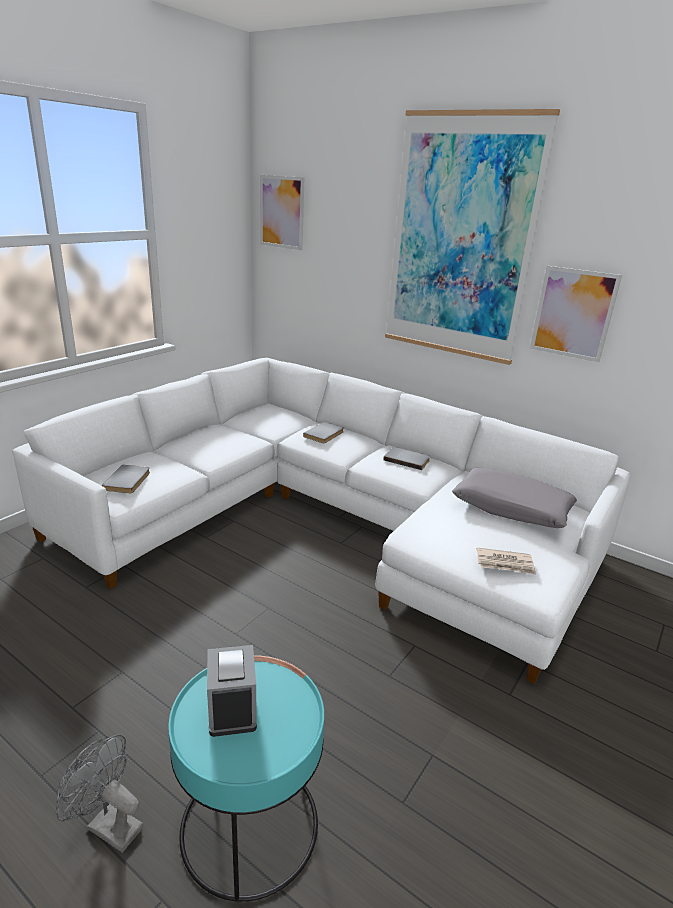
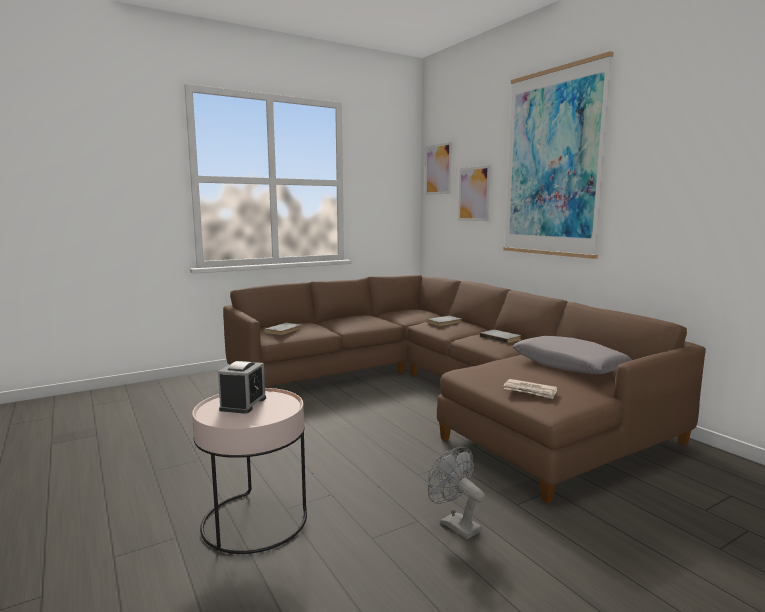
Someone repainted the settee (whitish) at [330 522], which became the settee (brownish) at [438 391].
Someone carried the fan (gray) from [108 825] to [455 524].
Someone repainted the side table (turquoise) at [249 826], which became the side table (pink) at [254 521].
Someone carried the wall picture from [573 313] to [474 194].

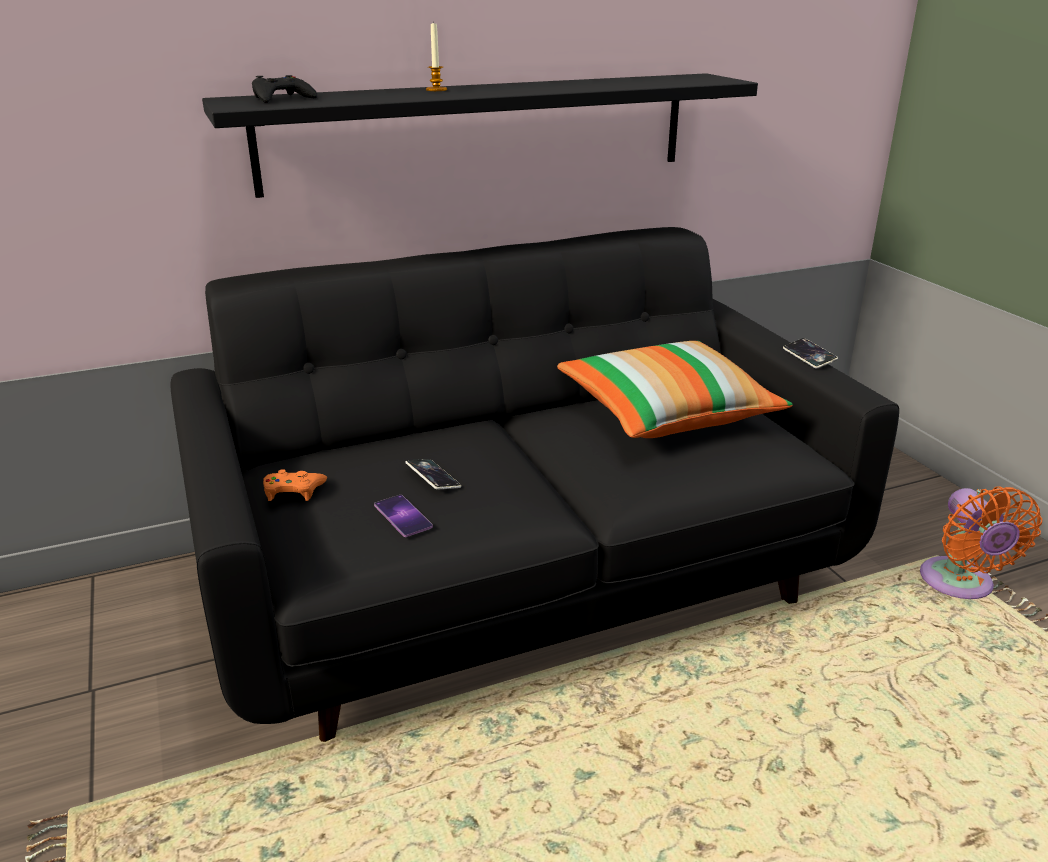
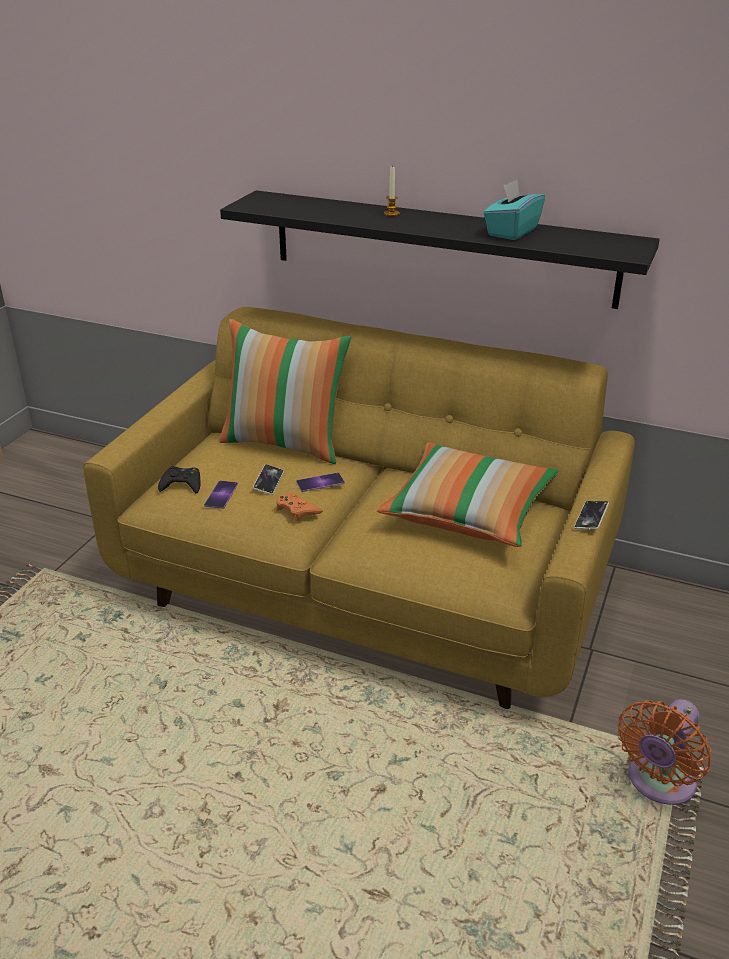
Someone repainted the settee (black-coloured) at [524 578], which became the settee (yellow-coloured) at [366 587].
Someone carried the joypad (black-coloured) from [282 98] to [182 484].
Someone carried the joypad (orange) from [293 491] to [297 510].
Someone put down the pillow at [285 443].
Someone put down the telephone at [320 482].
Someone put down the box of tissues (turquoise) at [511 232].

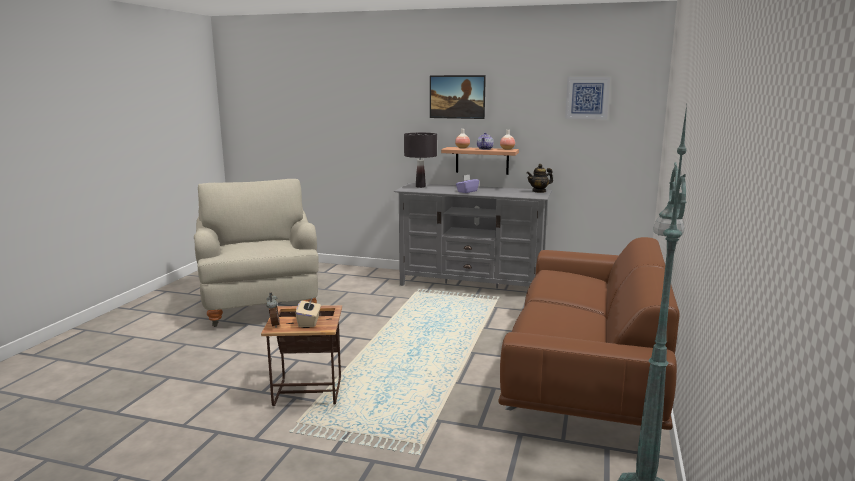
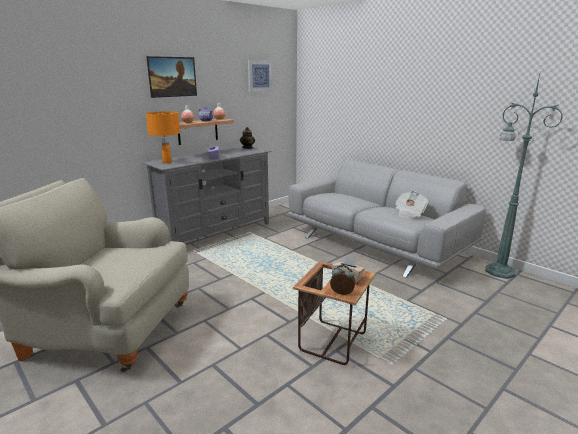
Someone repainted the lamp for a table (black-coloured) at [420 186], which became the lamp for a table (orange) at [167 162].
Someone repainted the settee (brownish) at [585 370], which became the settee (gray) at [375 243].
Someone put down the daily paper at [409 213].

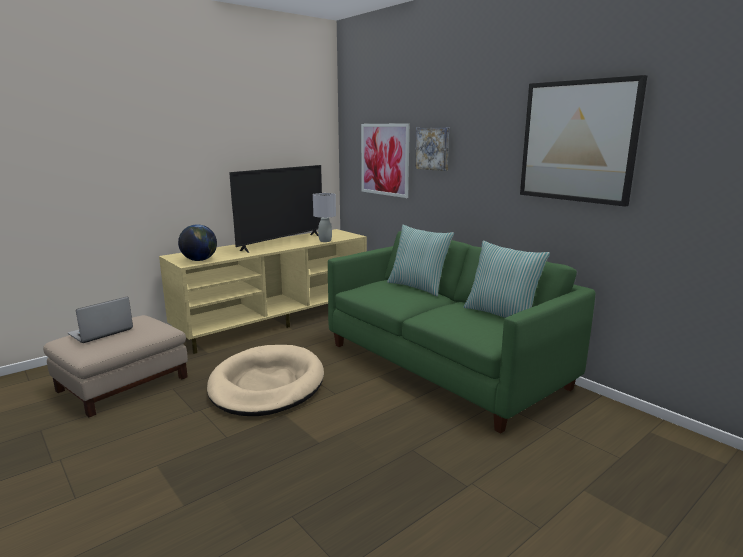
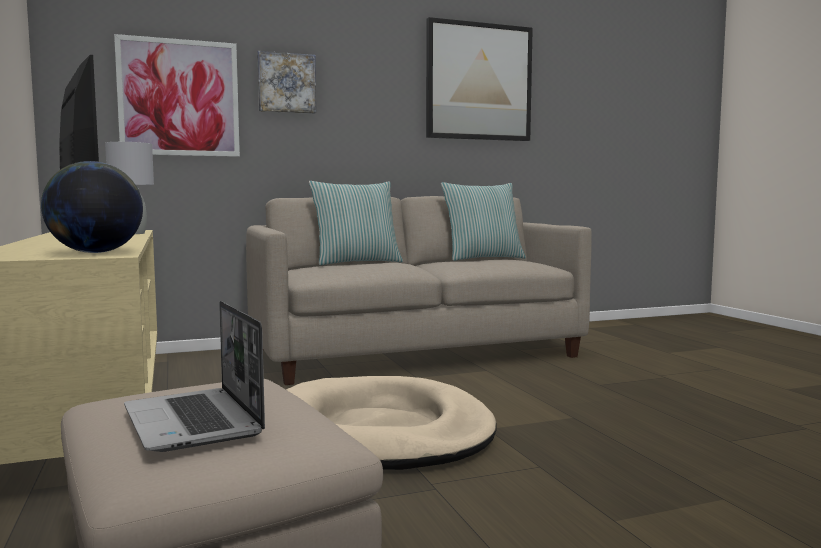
Someone repainted the settee (green-coloured) at [443 365], which became the settee (beige-coloured) at [415 352].

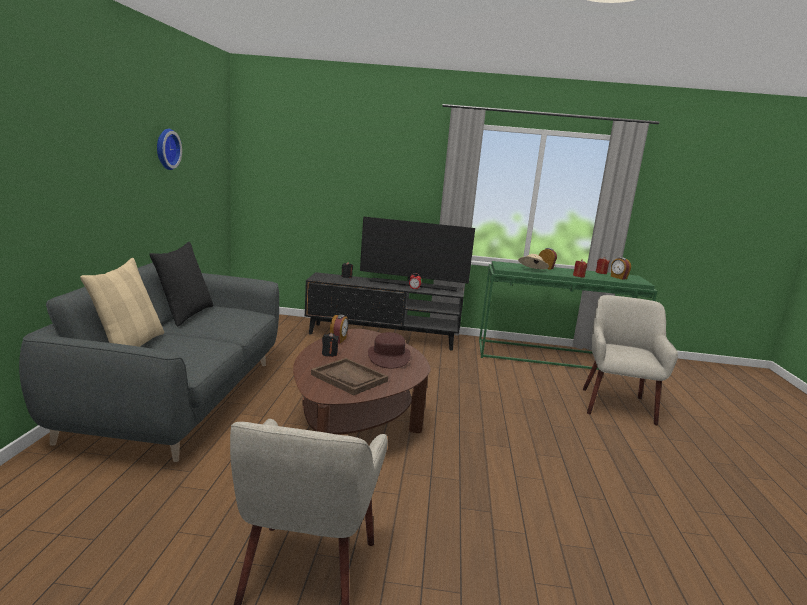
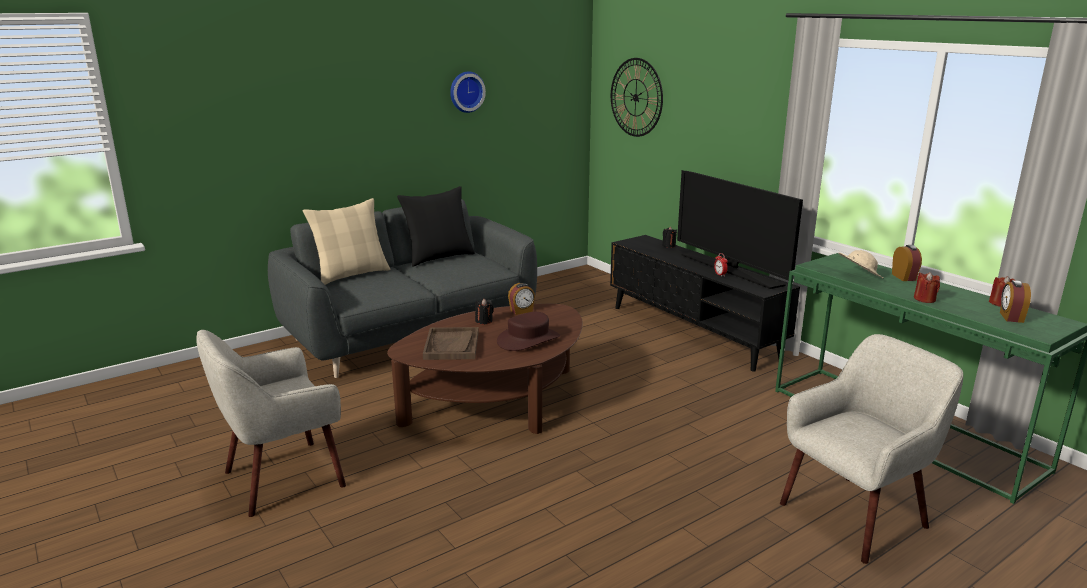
Someone put up the hanging clock at [636 97].

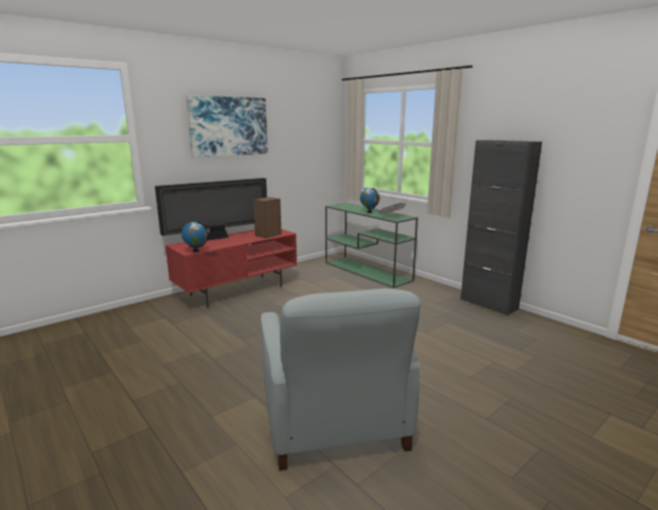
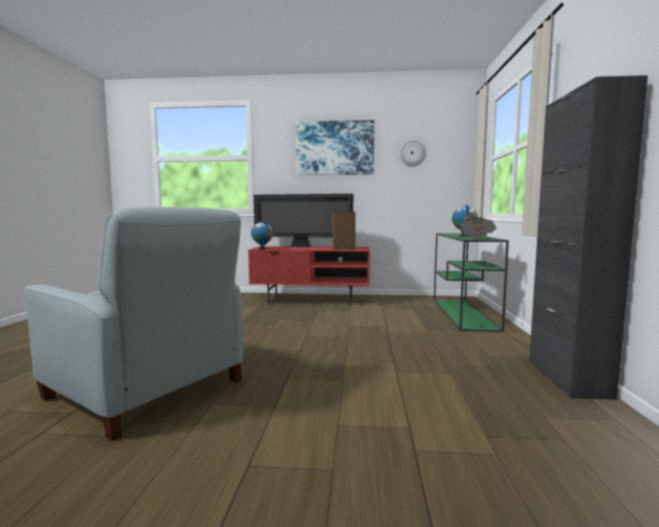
Someone rotated the lounge chair (gray) at [334 421] by 90 degrees counterclockwise.
Someone put up the hanging clock at [412 153].

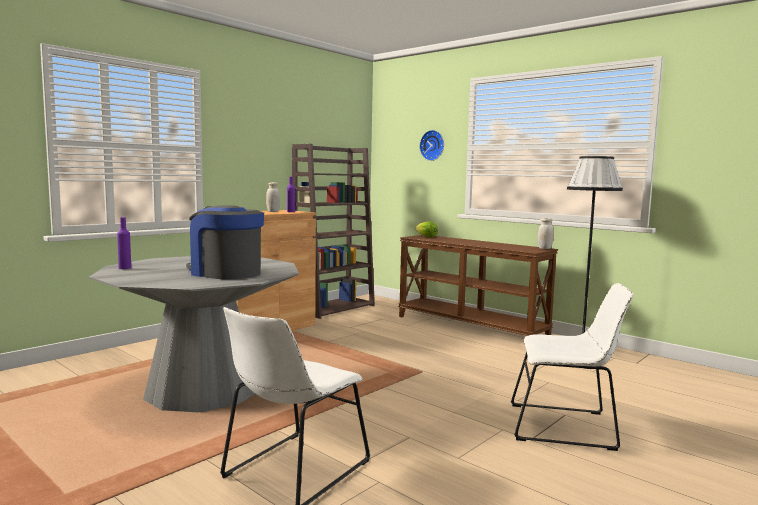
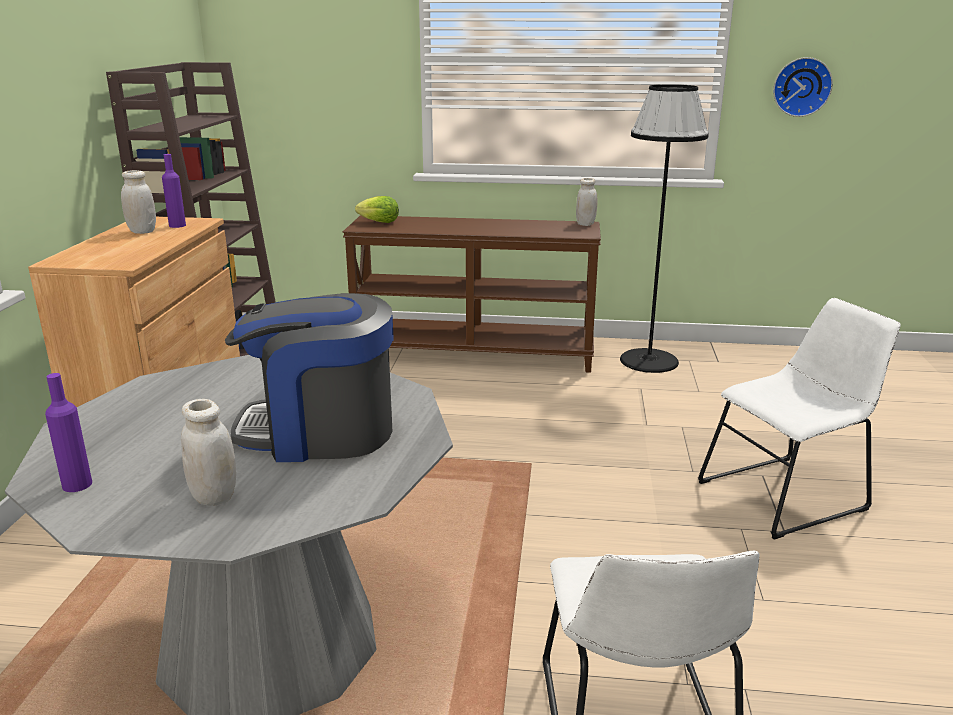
Someone carried the hanging clock from [433 145] to [801 87].
Someone put down the preserve jar (whitish) at [214 496].

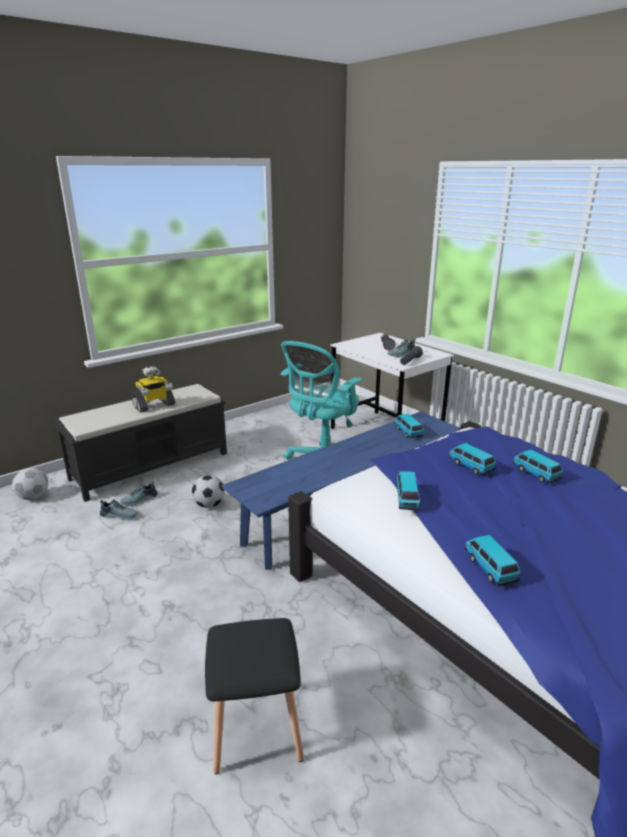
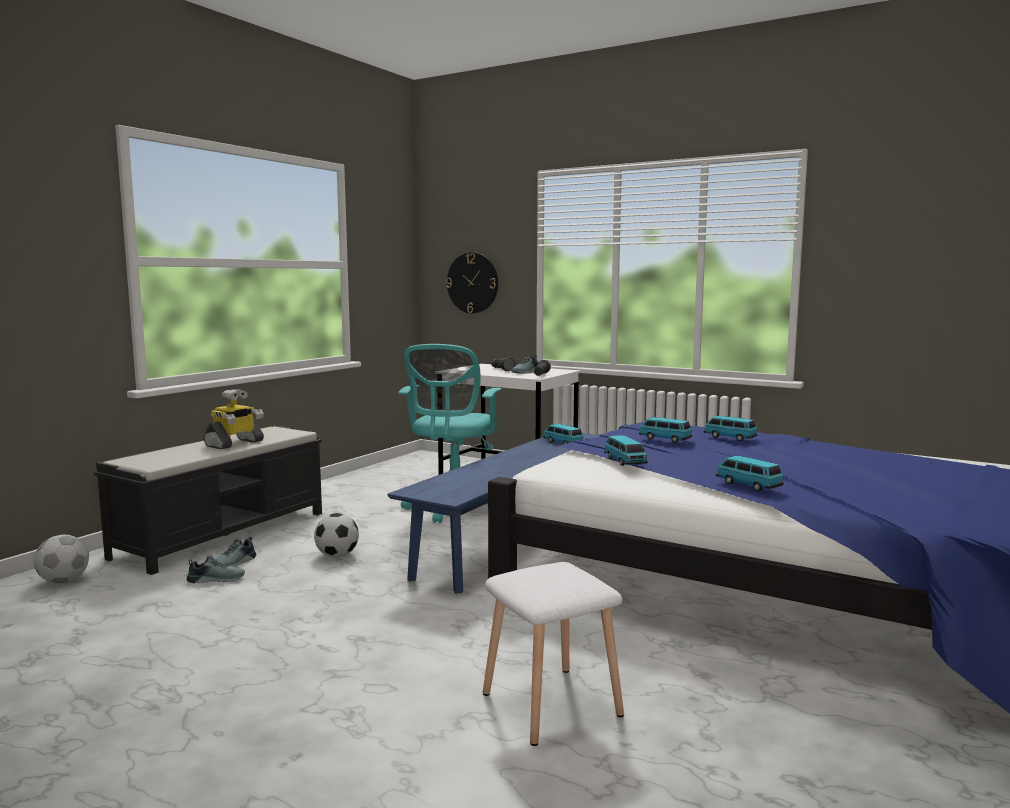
Someone repainted the sitting stool (black-coloured) at [255 728], which became the sitting stool (whitish) at [550 705].
Someone put up the hanging clock at [472 283].

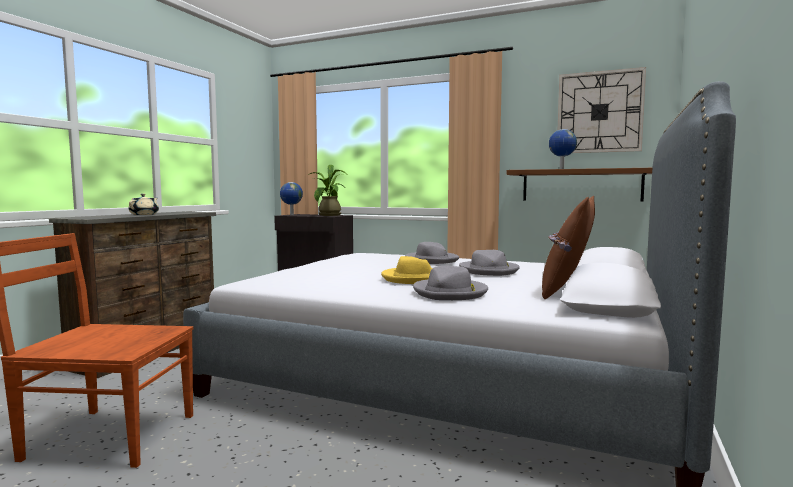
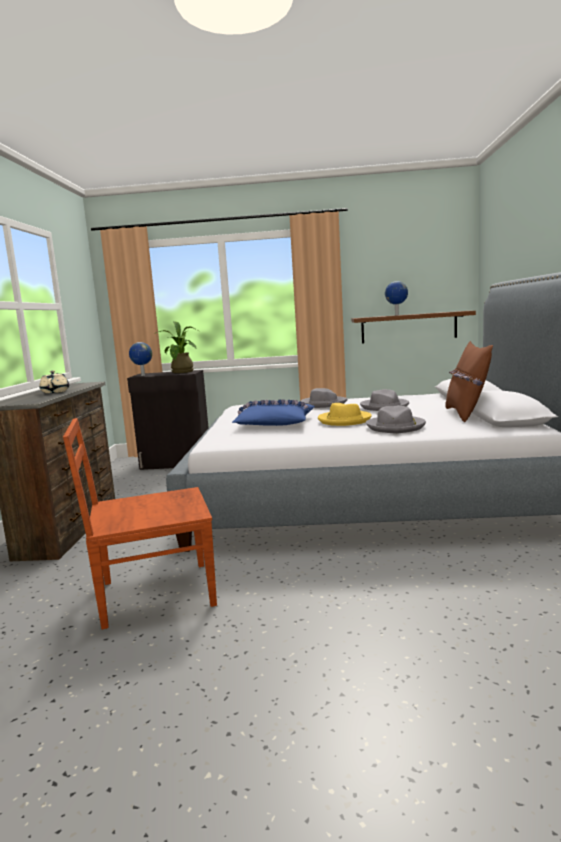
Someone took away the hanging clock at [599 112].
Someone put down the pillow (bluish) at [275 423].

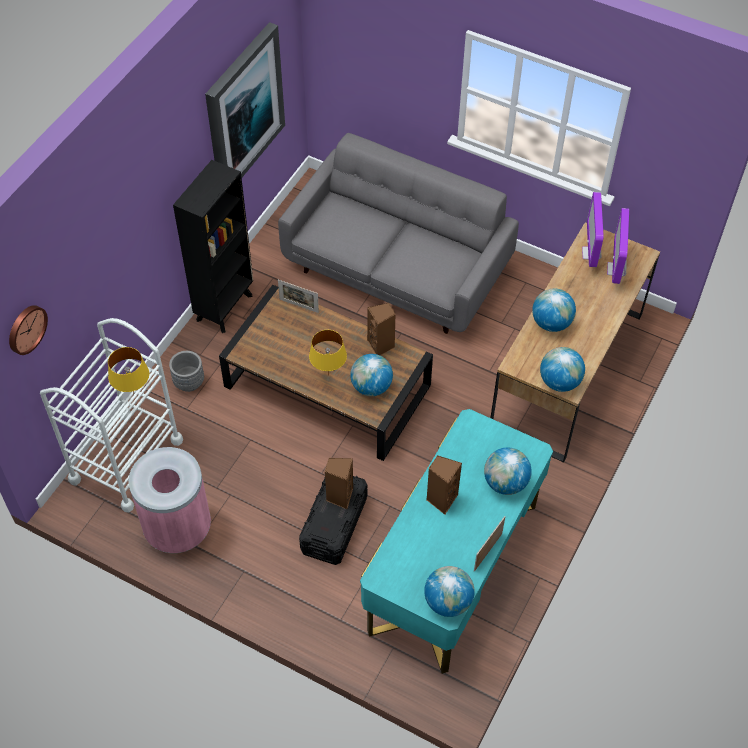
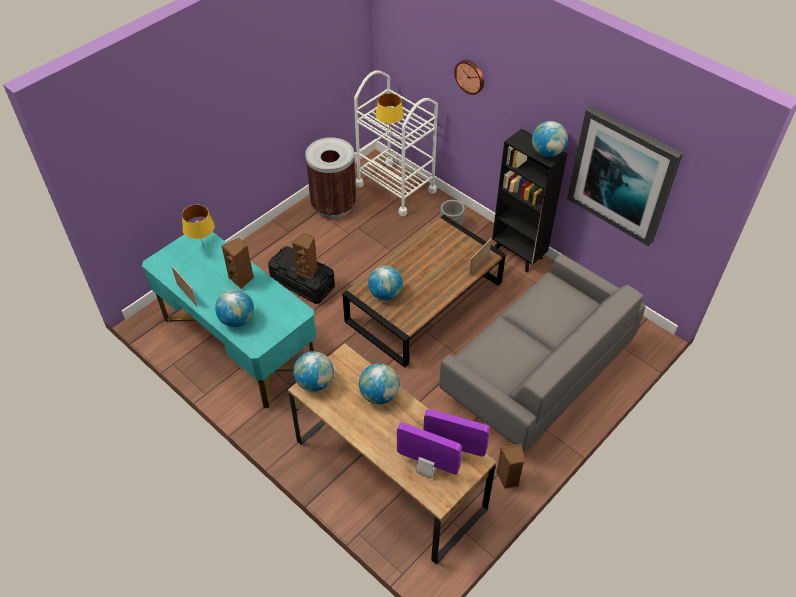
Someone carried the hanging clock from [26 329] to [470 76].
Someone repainted the rubbish bin (pink) at [178 529], which became the rubbish bin (brownish) at [333 205].
Someone carried the lamp for a table (yellow-coloured) from [328 375] to [203 247].
Someone carried the audio speaker (brownish) from [381 345] to [508 479].
Someone carried the desk globe from [448 601] to [547 152].

